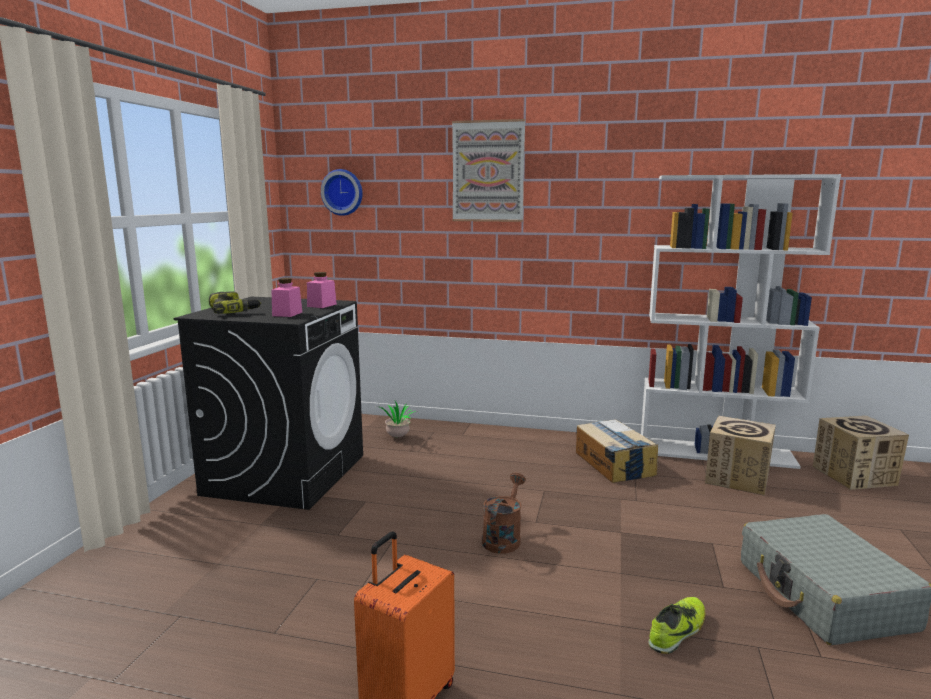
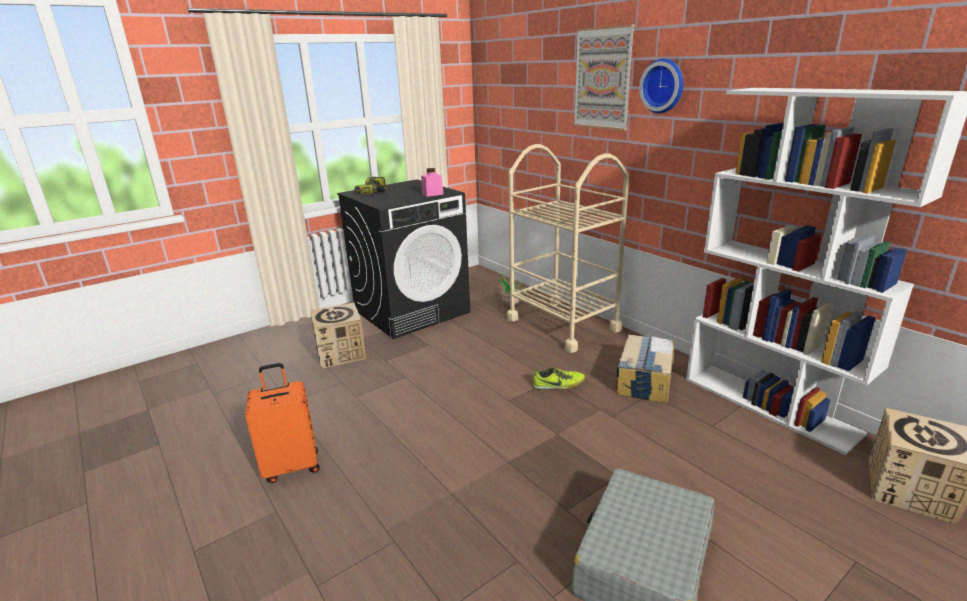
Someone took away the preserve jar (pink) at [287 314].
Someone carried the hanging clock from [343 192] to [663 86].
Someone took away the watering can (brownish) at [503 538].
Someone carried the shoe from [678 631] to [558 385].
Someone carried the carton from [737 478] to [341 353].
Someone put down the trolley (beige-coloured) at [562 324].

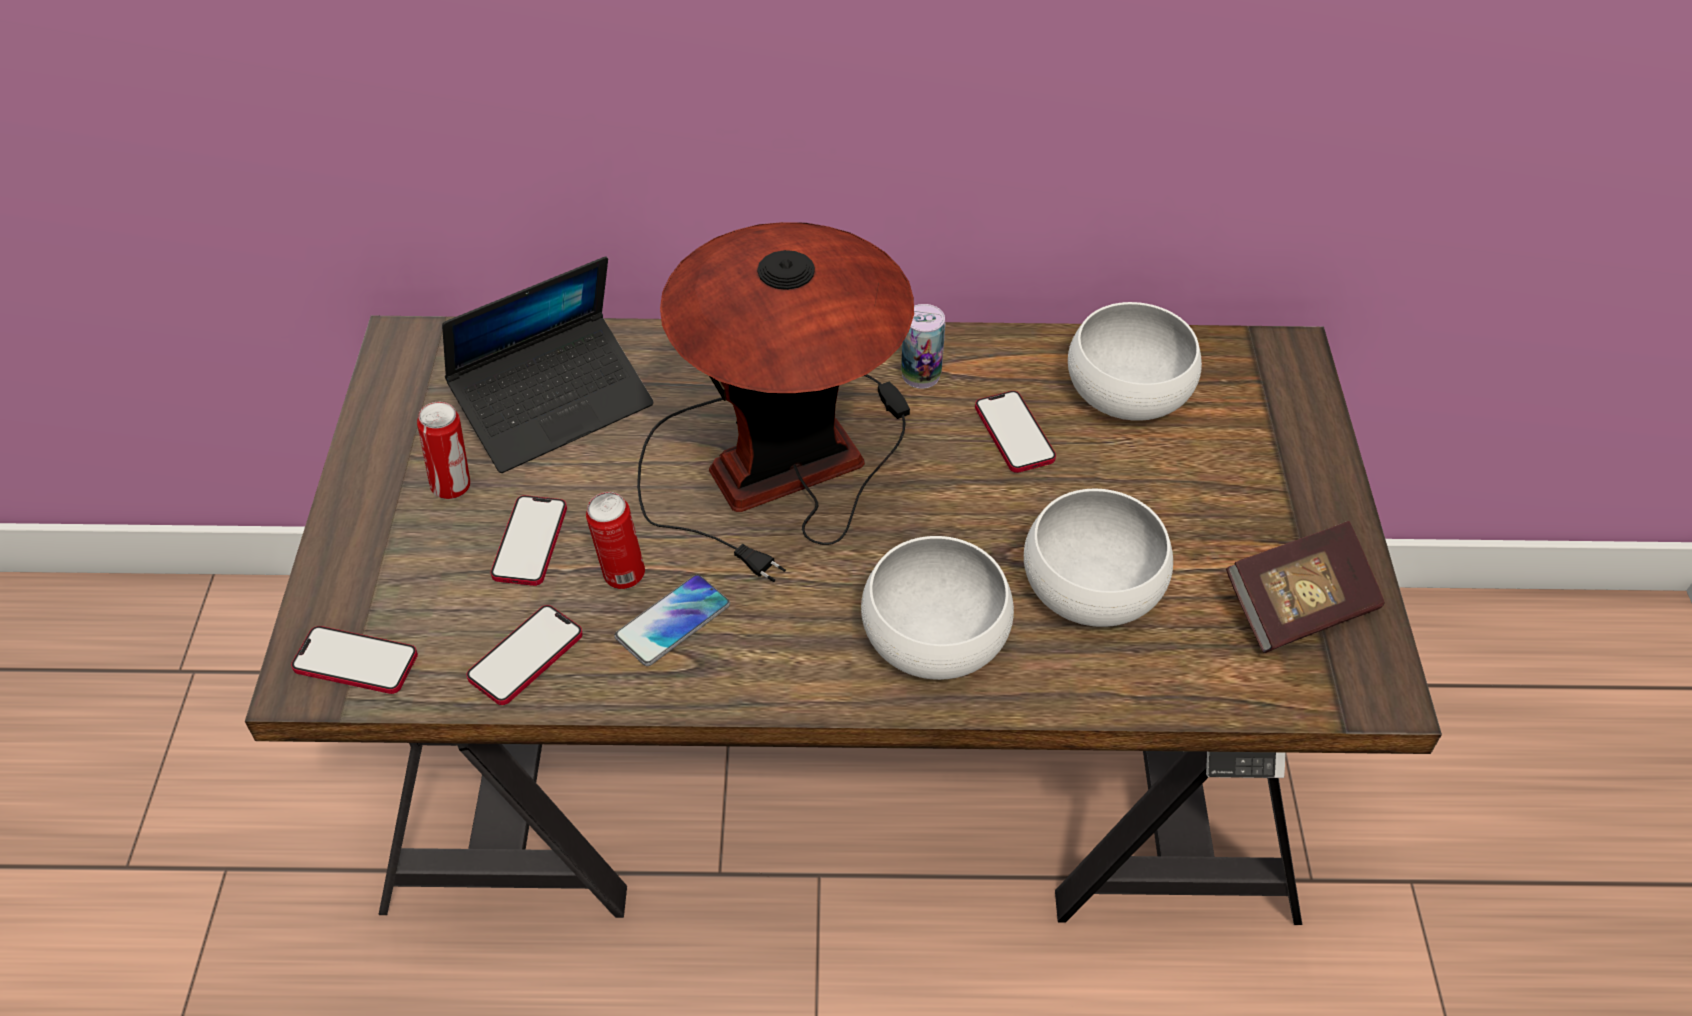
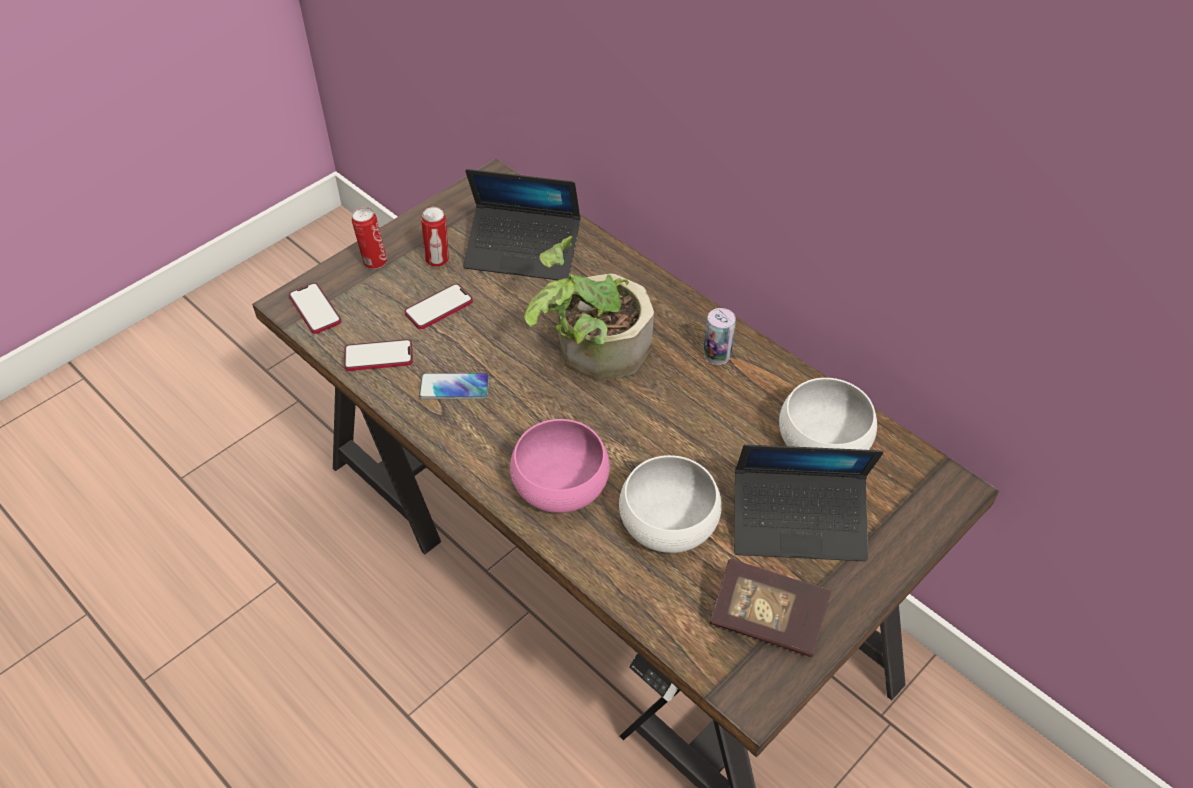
Someone carried the can from [621 575] to [374 262].
Someone swapped the lamp for a table at [781 464] for the potted plant at [591 350].
Someone repainted the serving bowl (whitish) at [935 635], which became the serving bowl (pink) at [560 484].
Someone took away the telephone at [1014 433].
Someone put down the notebook computer at [798 523].

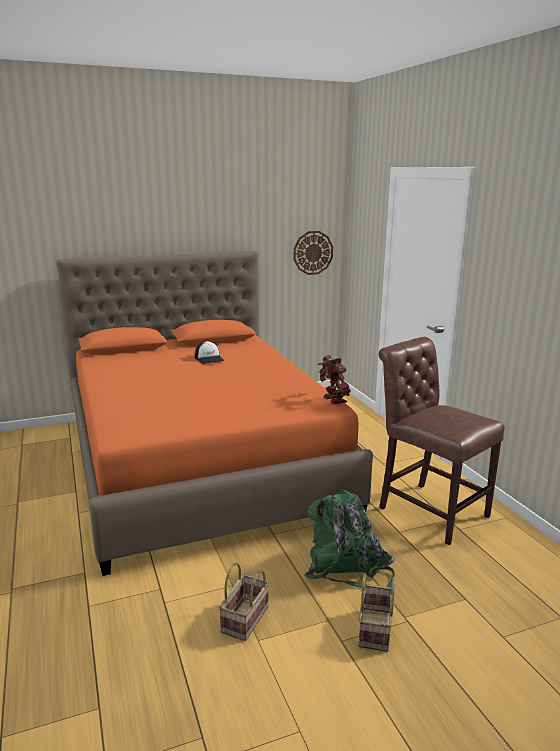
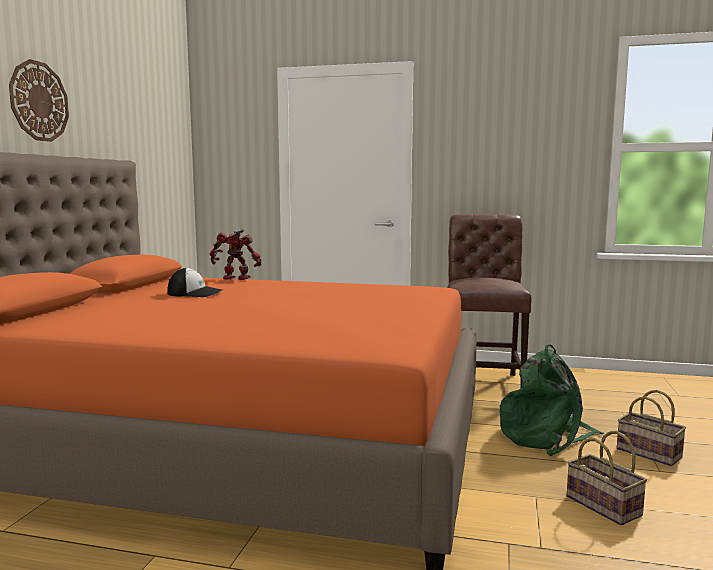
Someone carried the hanging clock from [313 252] to [39 101].
Someone carried the model robot from [333 400] to [236 278].
Someone rotated the upright chair (brownish) at [428 509] by 105 degrees clockwise.

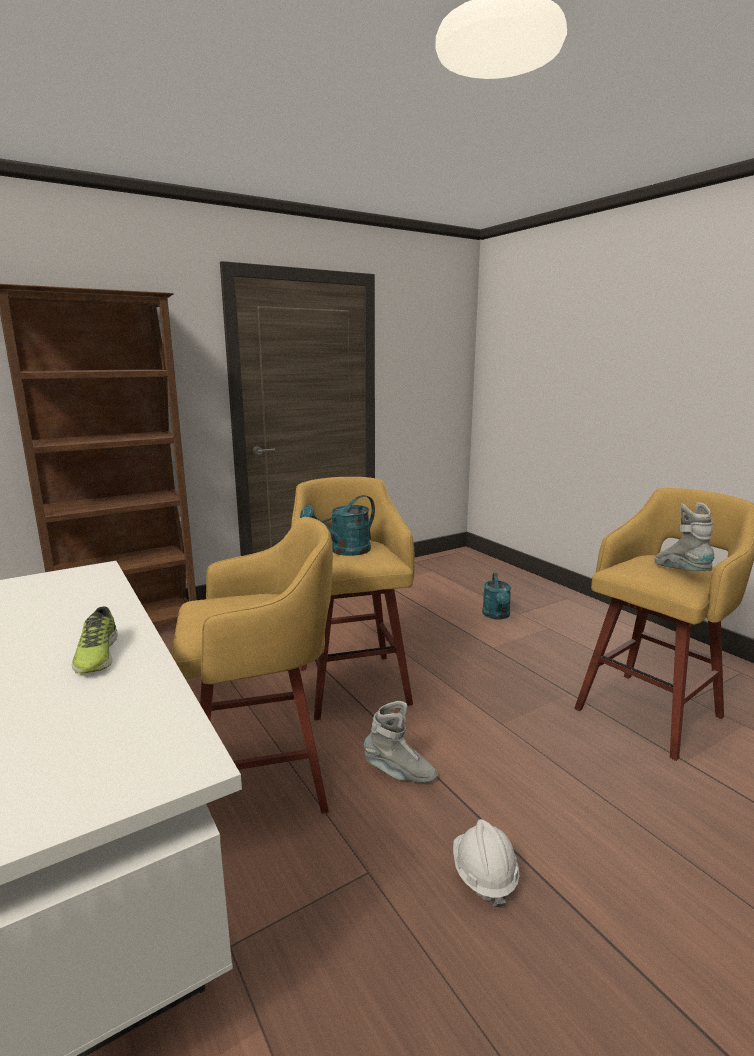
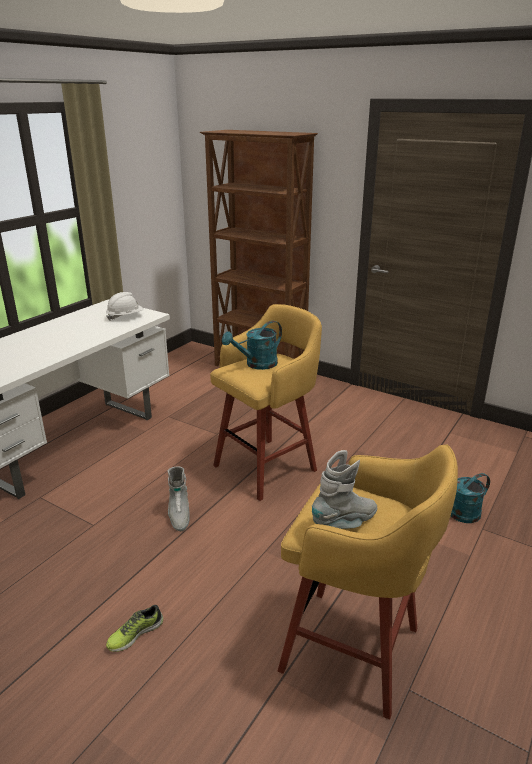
Someone carried the shoe from [96 655] to [135 633].
Someone took away the sitting stool (yellow-coloured) at [264 779].
Someone rotated the watering can (turquoise) at [344 551] by 60 degrees counterclockwise.
Someone carried the safety helmet (whitish) from [484 875] to [125 317].

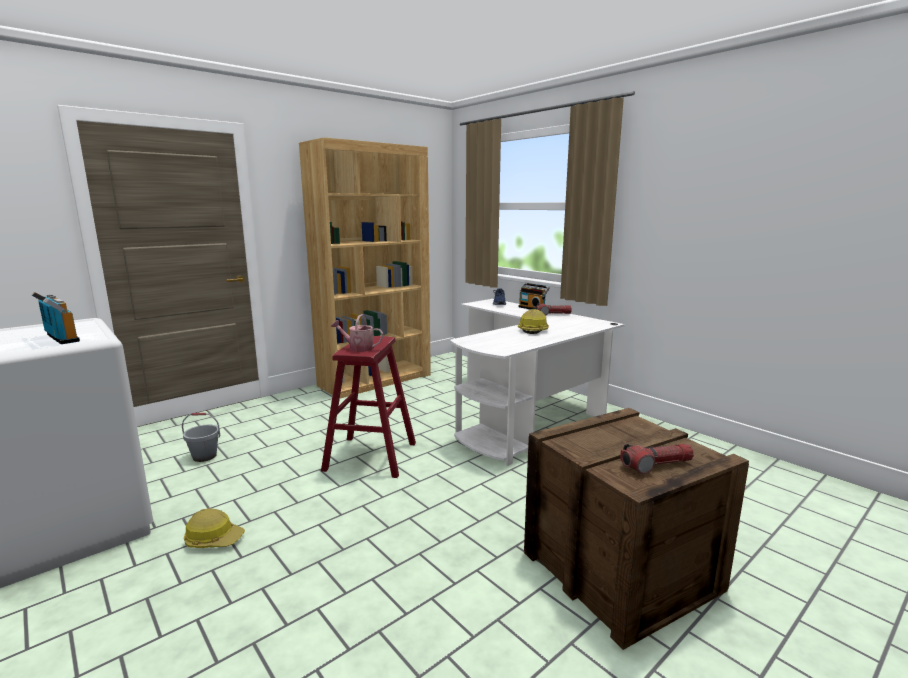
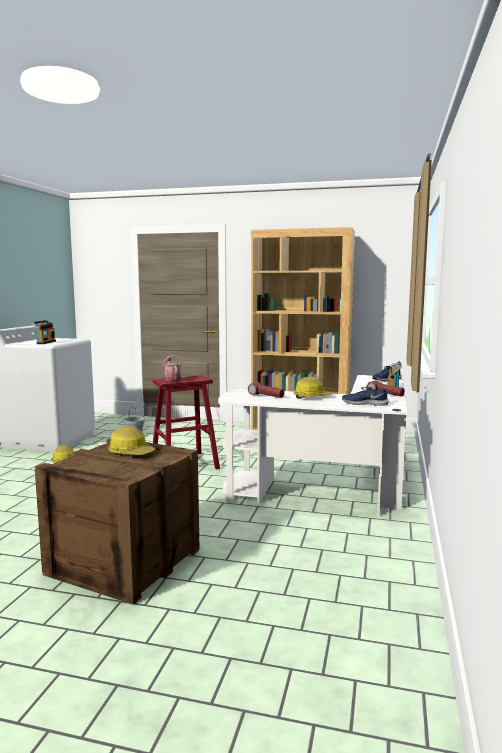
Someone carried the torch from [656 465] to [266 396].
Someone put down the safety helmet at [131 453].
Someone put down the shoe (bluish) at [364 403].

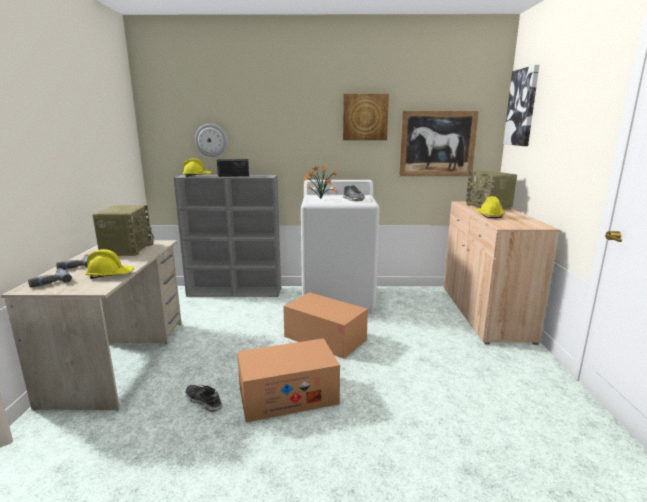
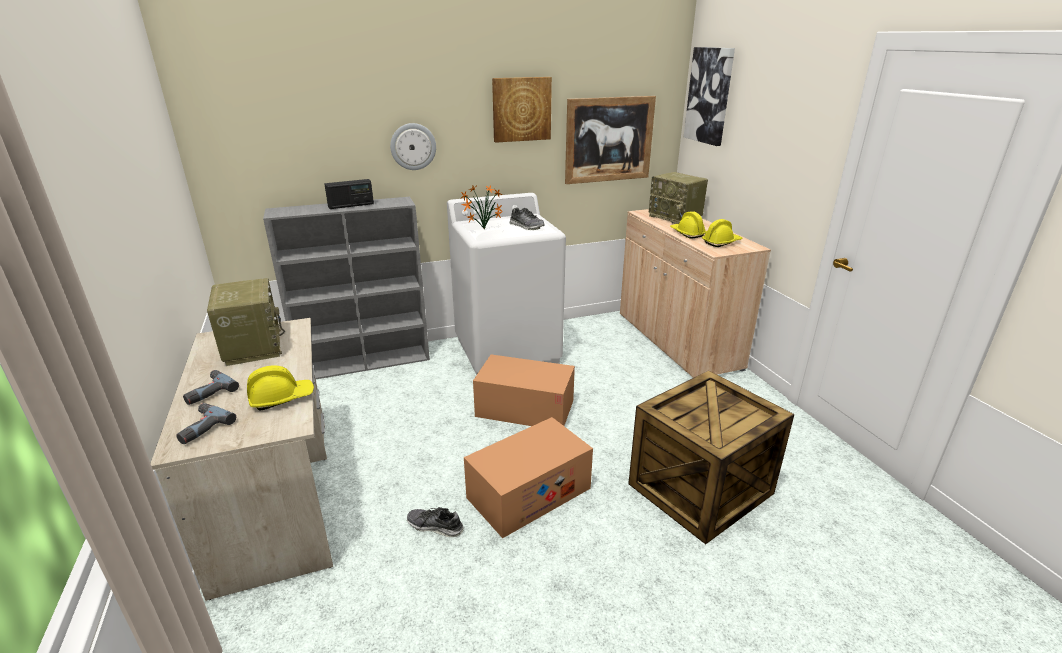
Someone carried the safety helmet (yellow-coloured) from [197 176] to [721 242].
Someone carried the hanging clock from [211 140] to [413 146].
Someone put down the shipping crate at [701 490].

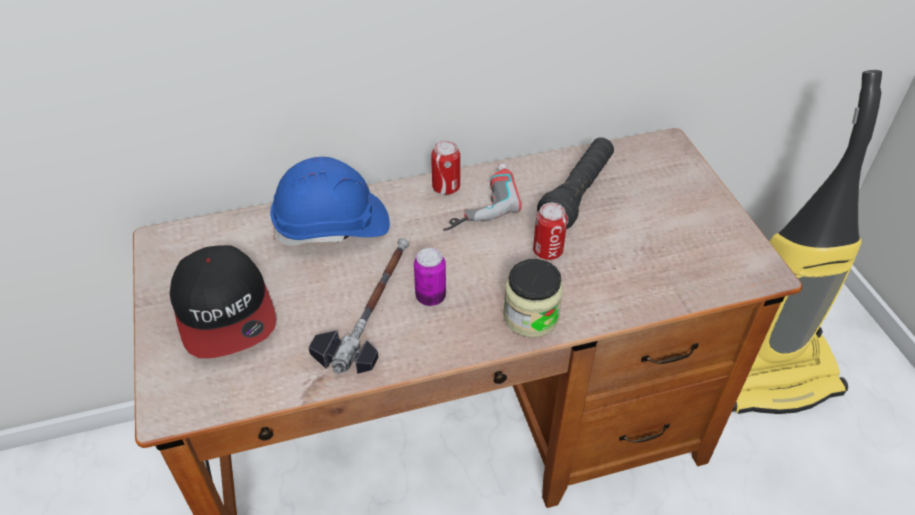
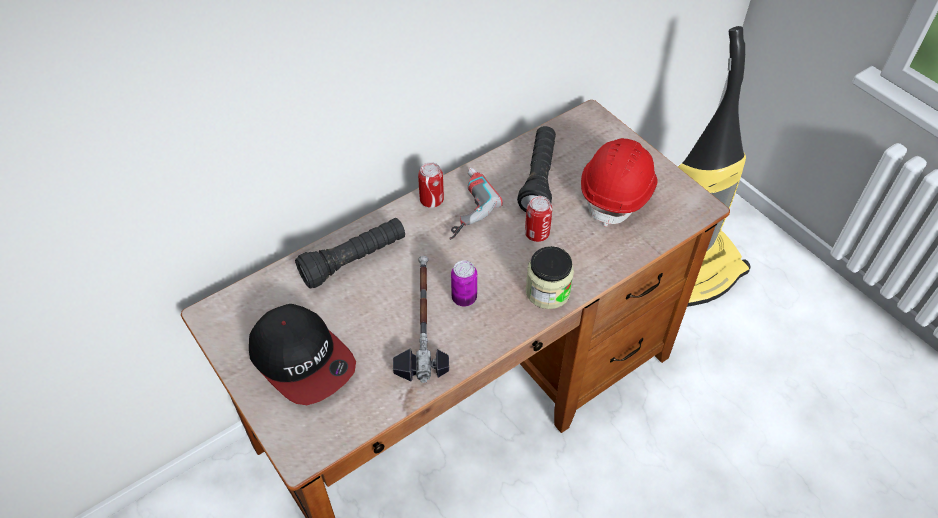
Someone swapped the safety helmet (bluish) at [332 226] for the torch (black-coloured) at [354 260].
Someone put down the safety helmet (red) at [618 192].

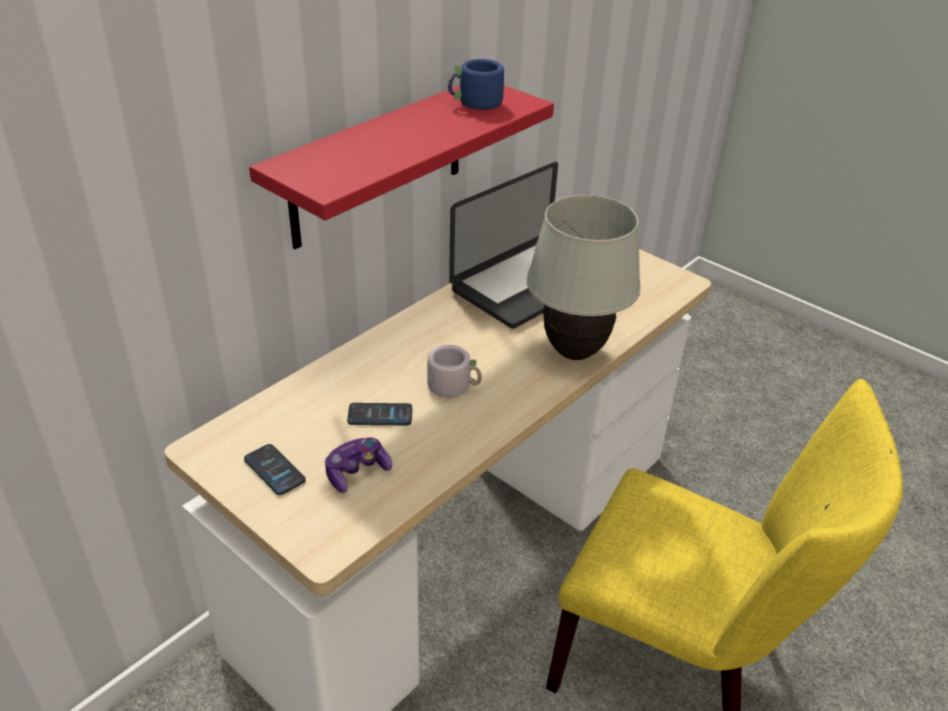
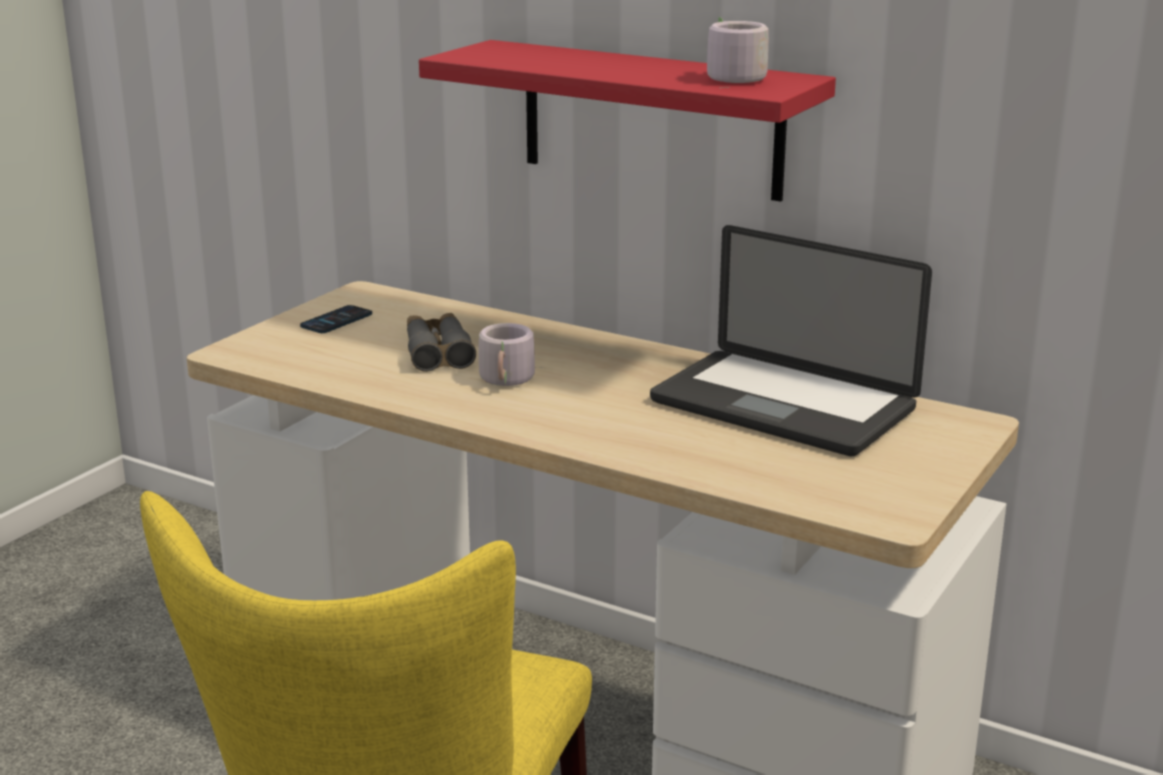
Someone took away the joypad at [357 472].
Someone swapped the telephone at [380 415] for the binoculars (gray) at [438 352].
Someone repainted the coffee mug (bluish) at [476 104], which became the coffee mug (gray) at [729 78].
Someone took away the lamp for a table (whitish) at [575 352].

